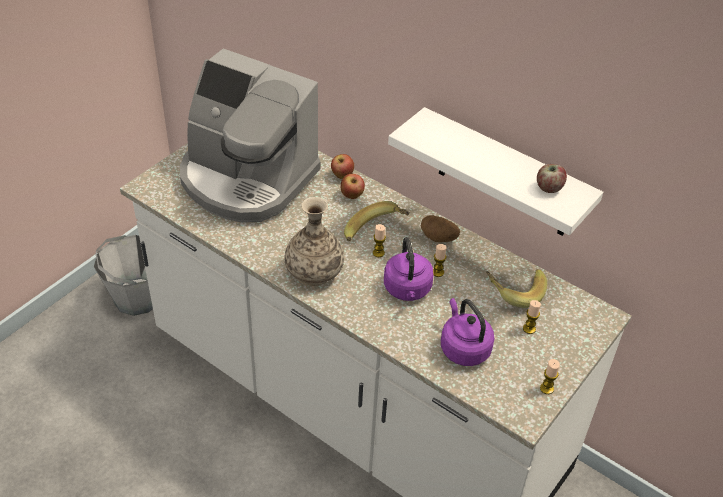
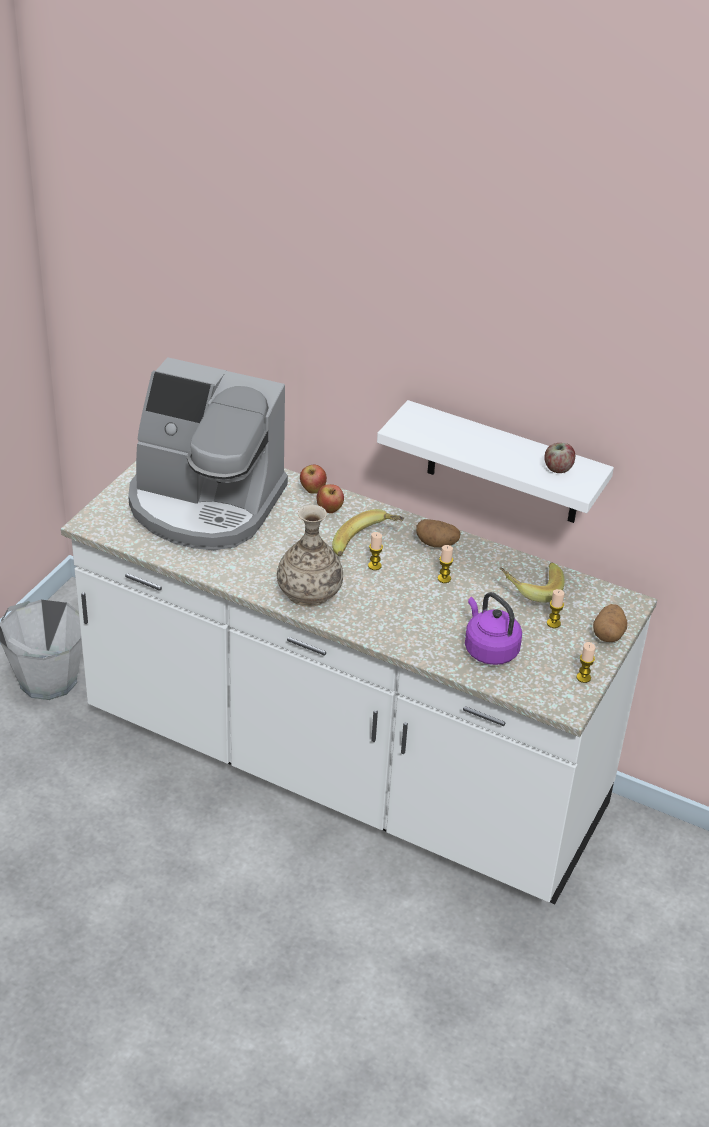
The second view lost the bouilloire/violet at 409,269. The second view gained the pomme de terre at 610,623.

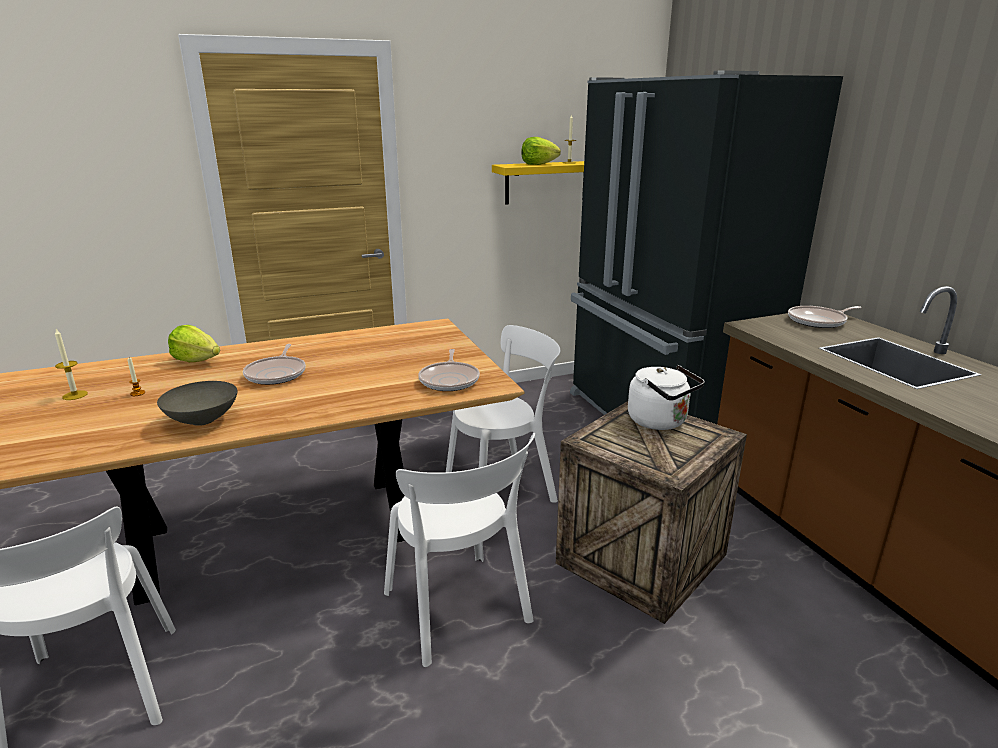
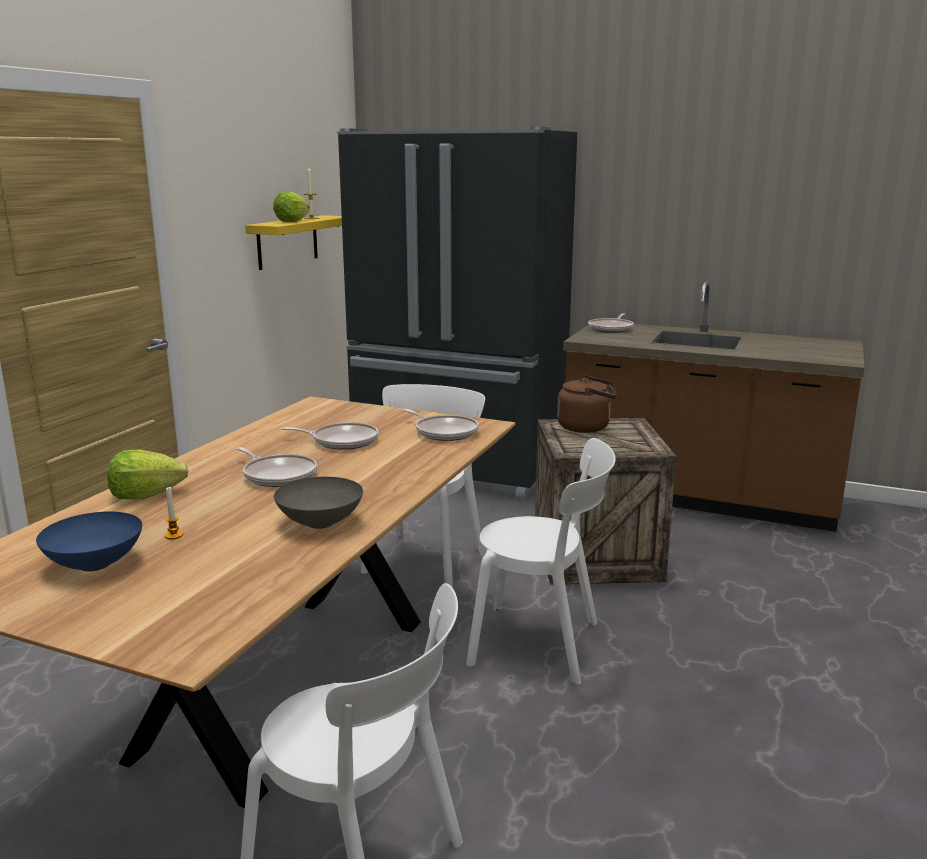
Where the bougie stood at 71,364, the bol/bleu came to stand at 89,541. What was the bouilloire/blanc at 666,397 turned into the bouilloire/marron at 587,404. The second view gained the poêle at 330,436.

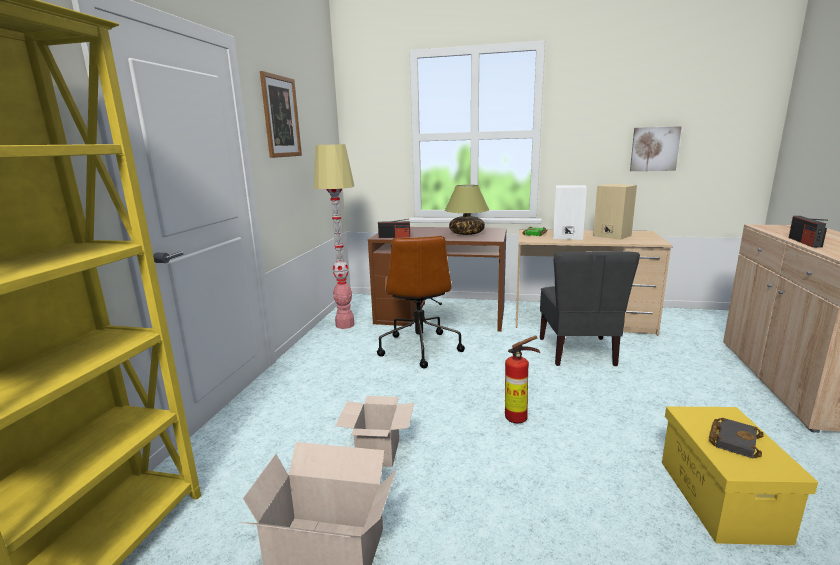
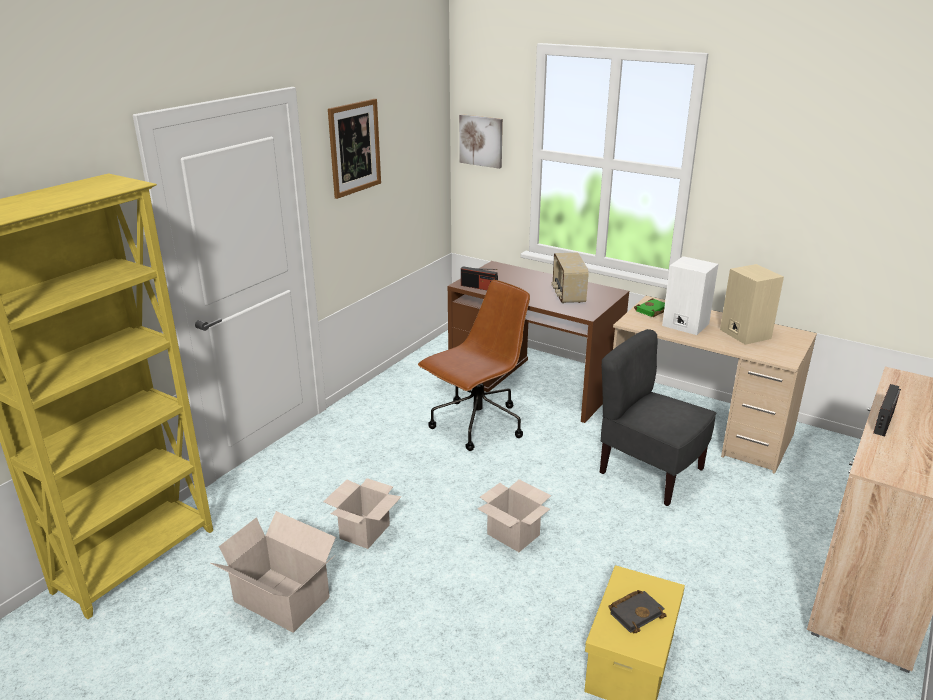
The second view lost the lampadaire at 334,236. The chaise de bureau/marron at 421,302 ended up facing another way, 150 degrees counterclockwise from before. Where the lampe de table stood at 467,210, the radio came to stand at 570,278. Where the extincteur stood at 522,379, the carton came to stand at 514,515. The chaise/gris at 590,308 ended up facing another way, 105 degrees clockwise from before. The tableau ended up elsewhere, having gone from 656,148 to 481,141.

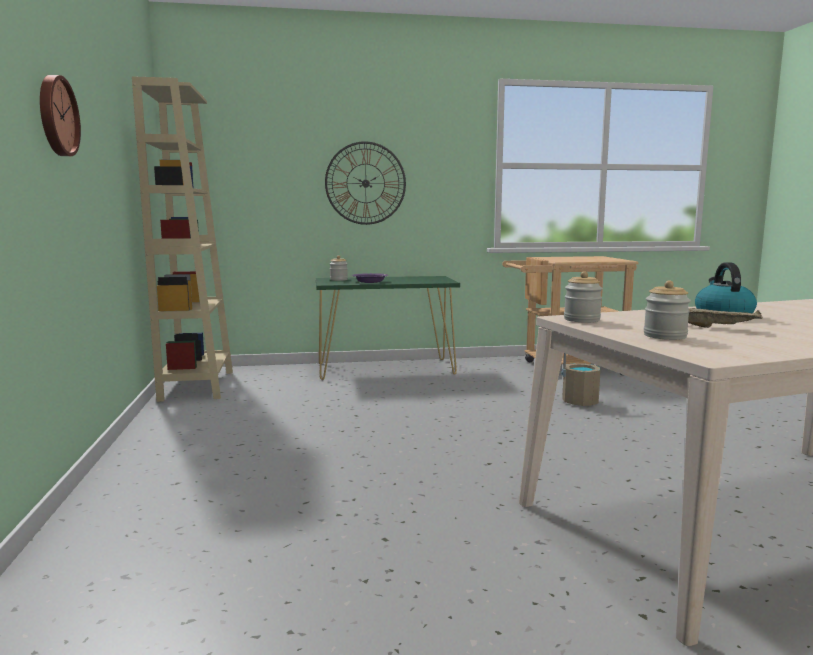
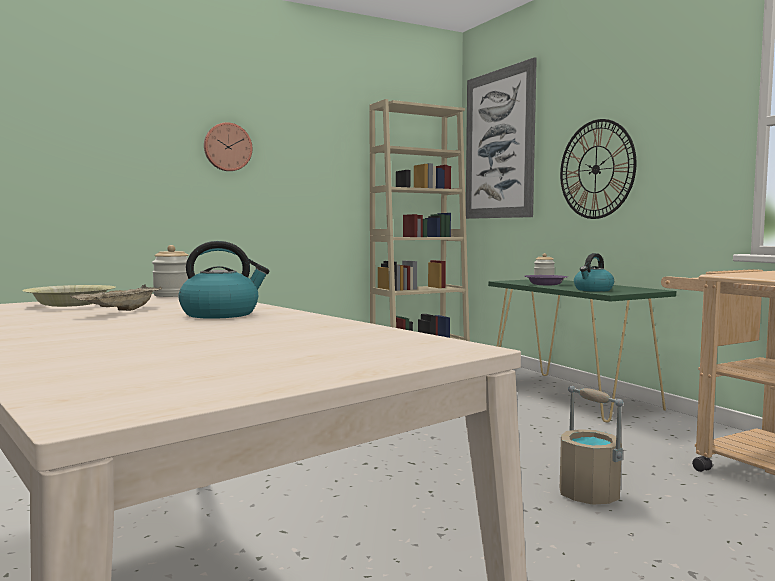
Where the bocal stood at 667,310, the bol/jaune came to stand at 69,296. The second view gained the tableau at 501,138. The second view gained the bouilloire at 594,272.

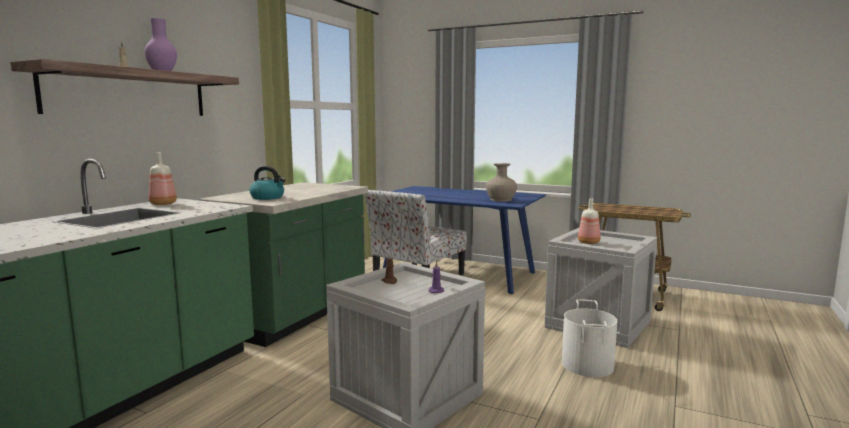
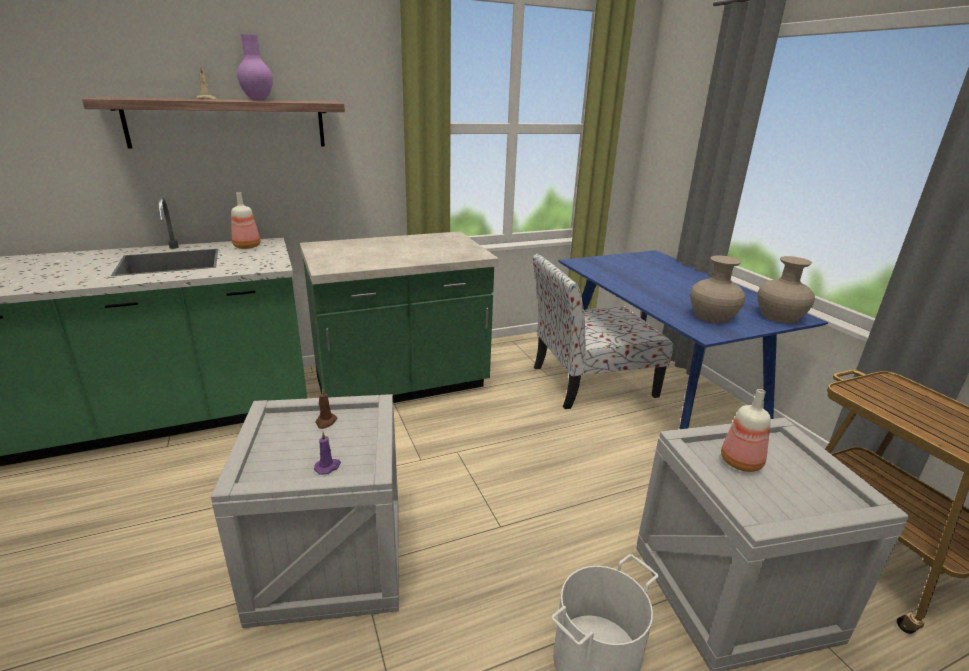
The second view lost the bouilloire at 268,183. The second view gained the vase/beige at 786,289.

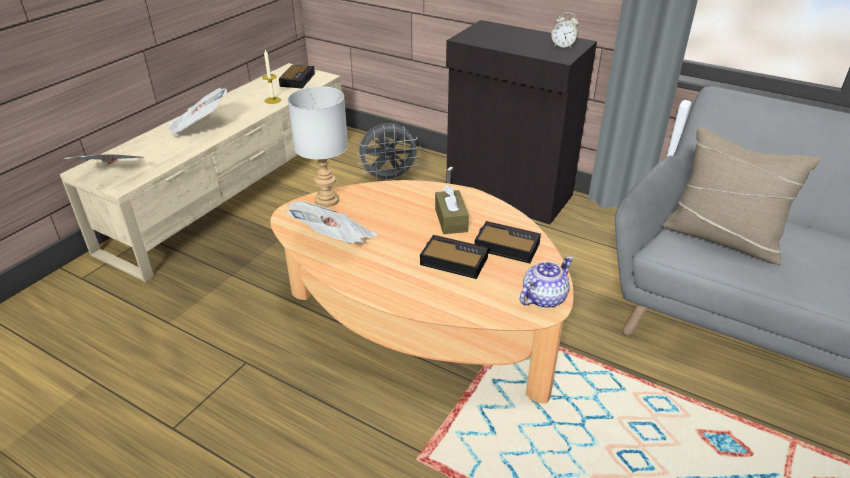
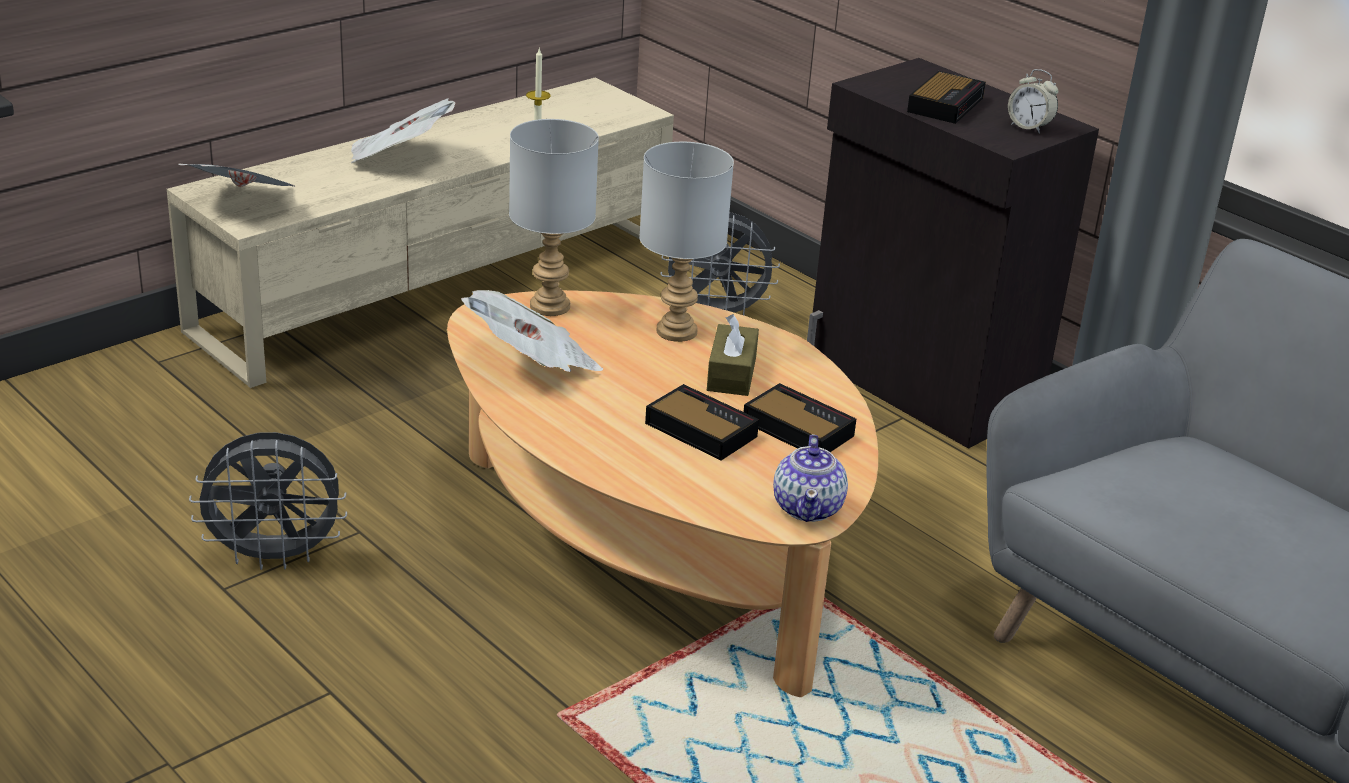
The réveil ended up elsewhere, having gone from 297,76 to 946,97. The théière at 546,282 ended up facing another way, 120 degrees clockwise from before. The second view lost the coussin/beige at 742,196. The second view gained the ventilateur/gris at 268,501. The second view gained the lampe de table/gris at 686,242.

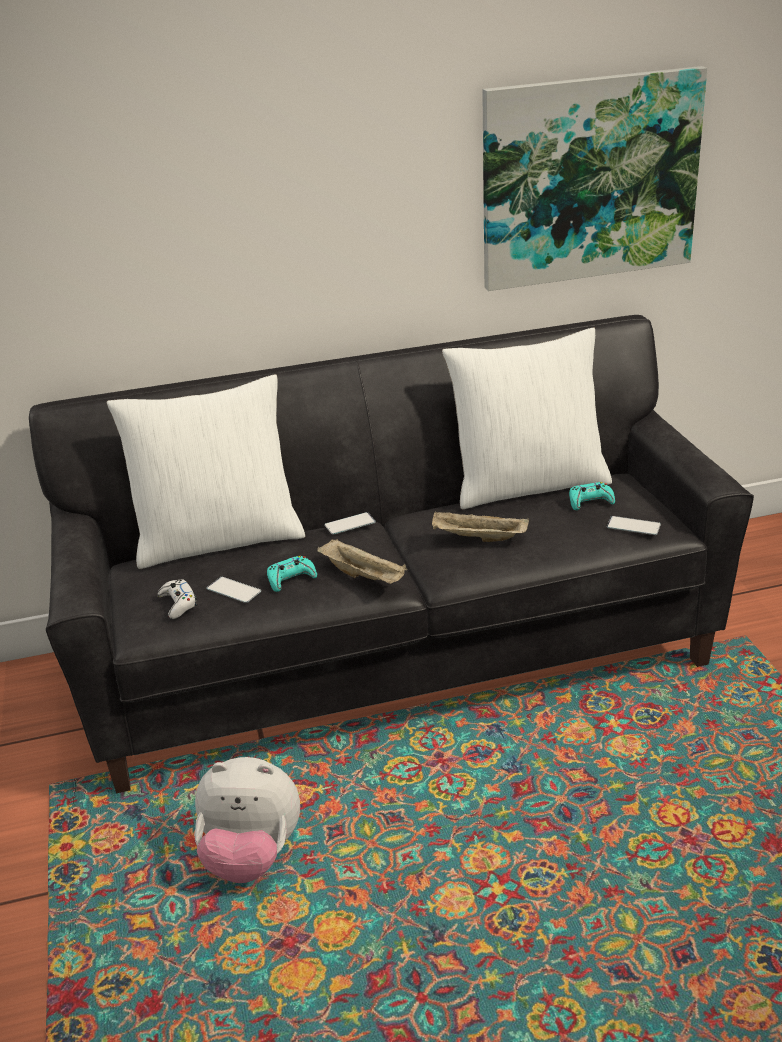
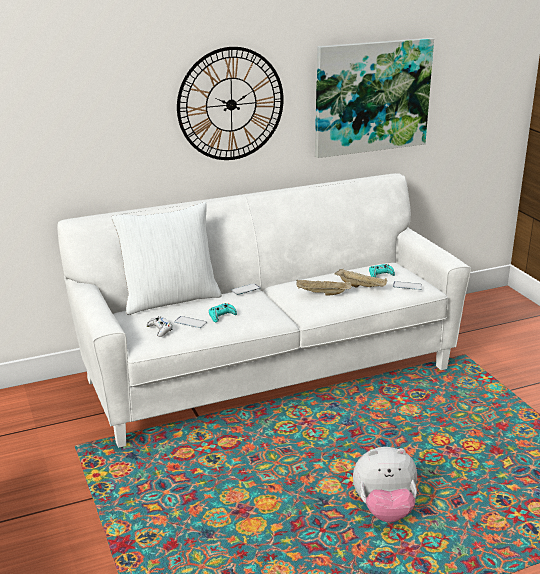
What was the canapé/noir at 391,554 turned into the canapé/blanc at 264,310. The peluche ended up elsewhere, having gone from 247,820 to 385,485. The plateau/beige ended up elsewhere, having gone from 362,561 to 361,278. The second view lost the coussin/blanc at 527,418. The second view gained the horloge murale at 230,103.

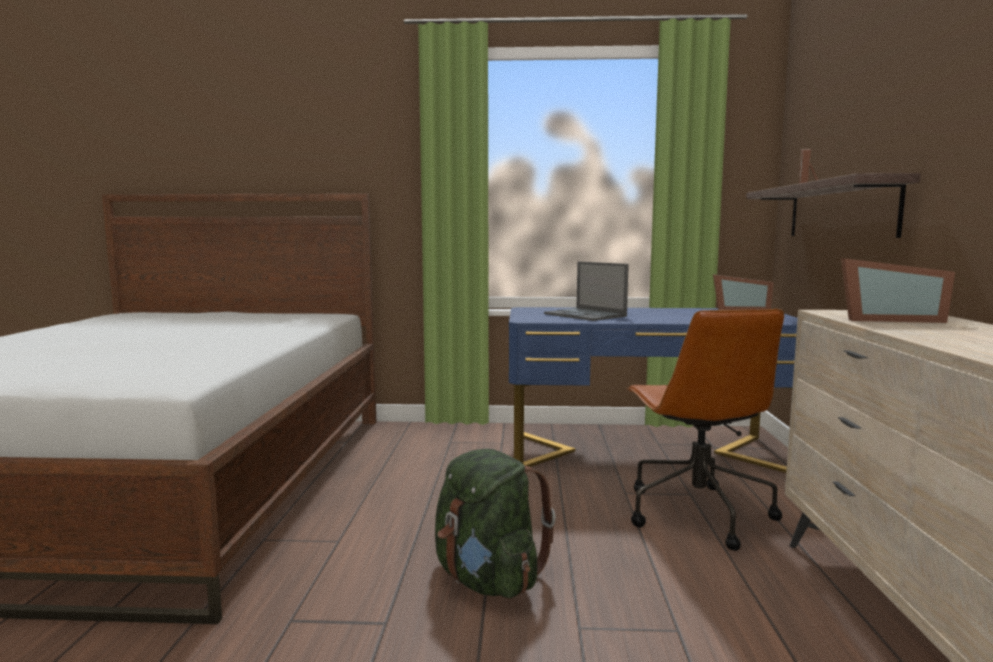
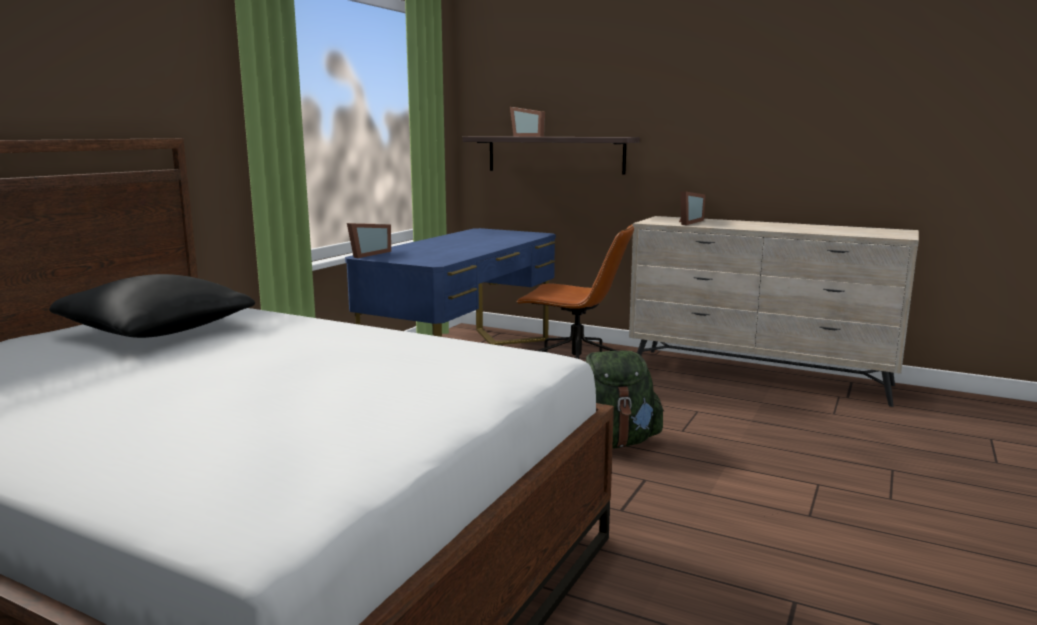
The second view lost the ordinateur portable at 586,291. The cadre photo ended up elsewhere, having gone from 743,292 to 369,240. The second view gained the coussin/noir at 152,306.

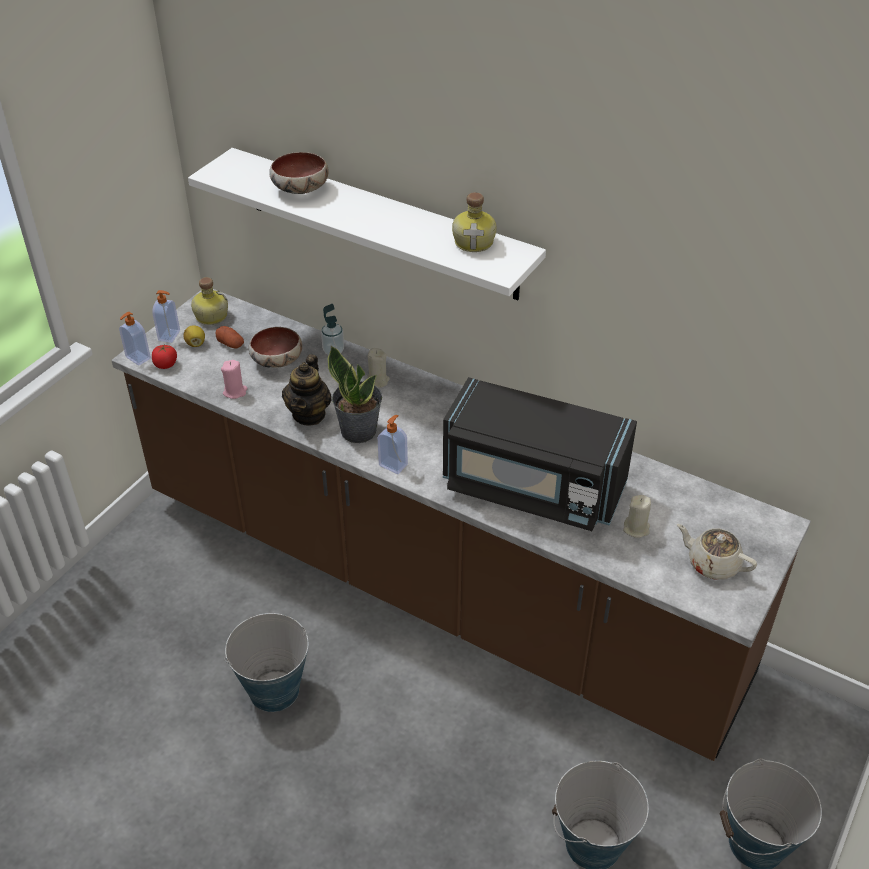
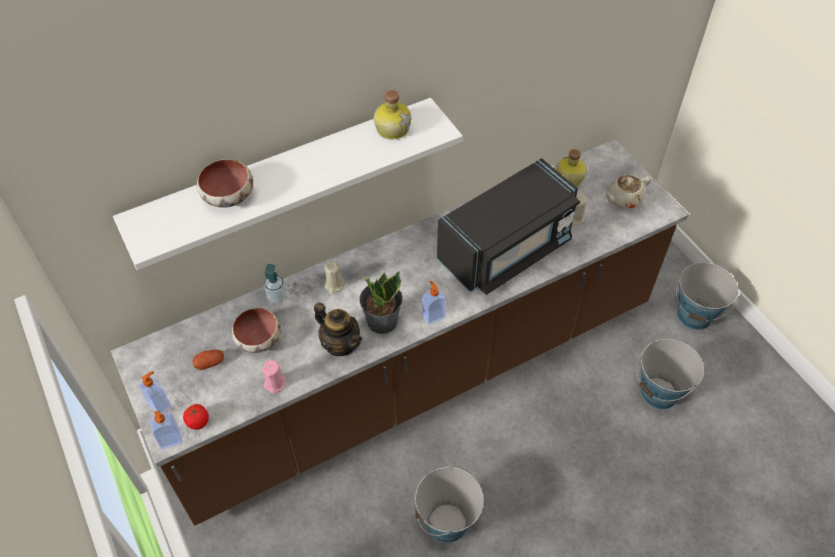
The second view lost the citron at 194,336. The bouteille ended up elsewhere, having gone from 209,301 to 571,168.

